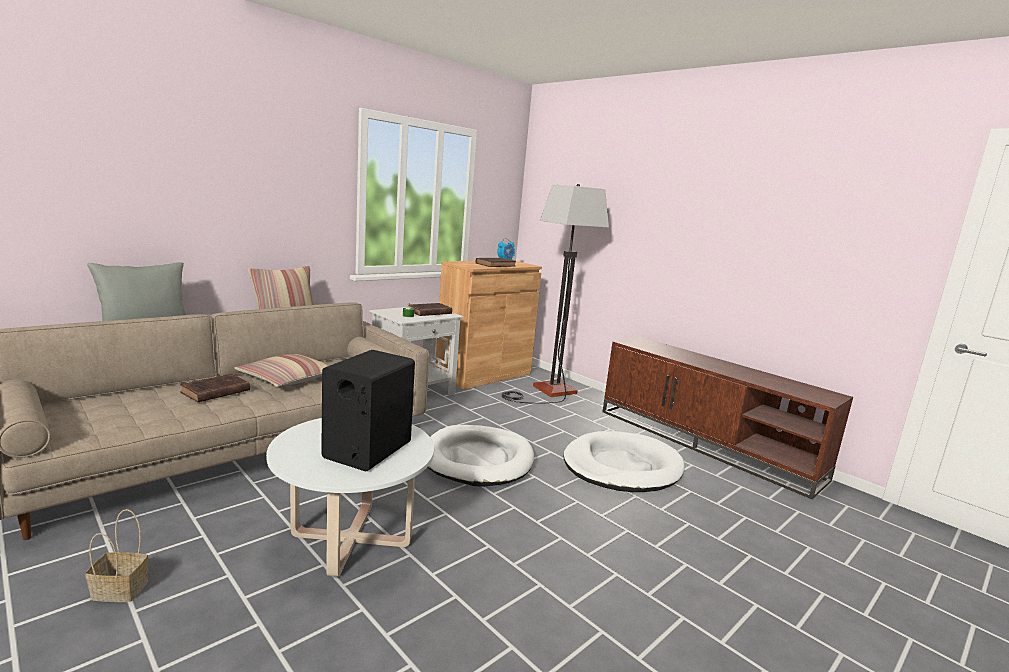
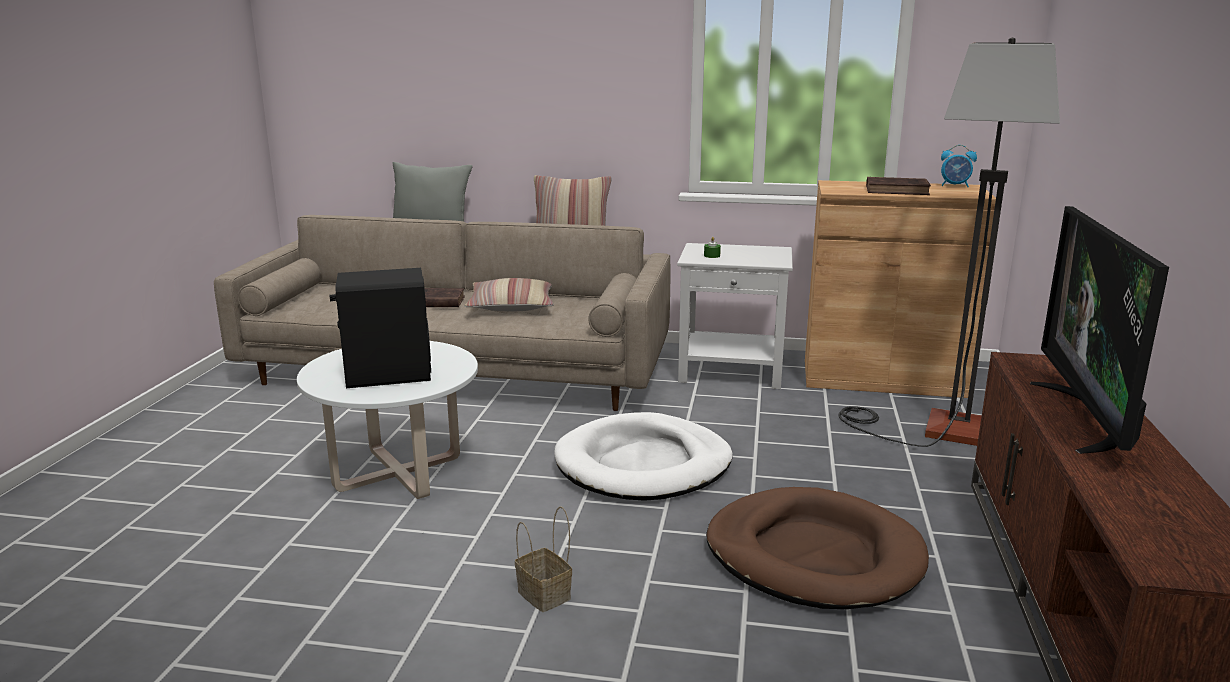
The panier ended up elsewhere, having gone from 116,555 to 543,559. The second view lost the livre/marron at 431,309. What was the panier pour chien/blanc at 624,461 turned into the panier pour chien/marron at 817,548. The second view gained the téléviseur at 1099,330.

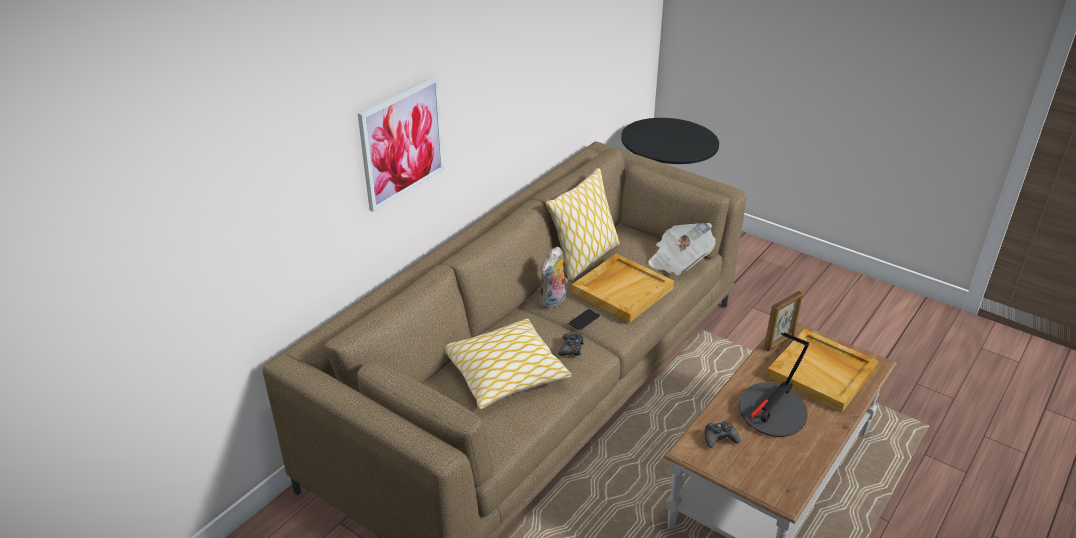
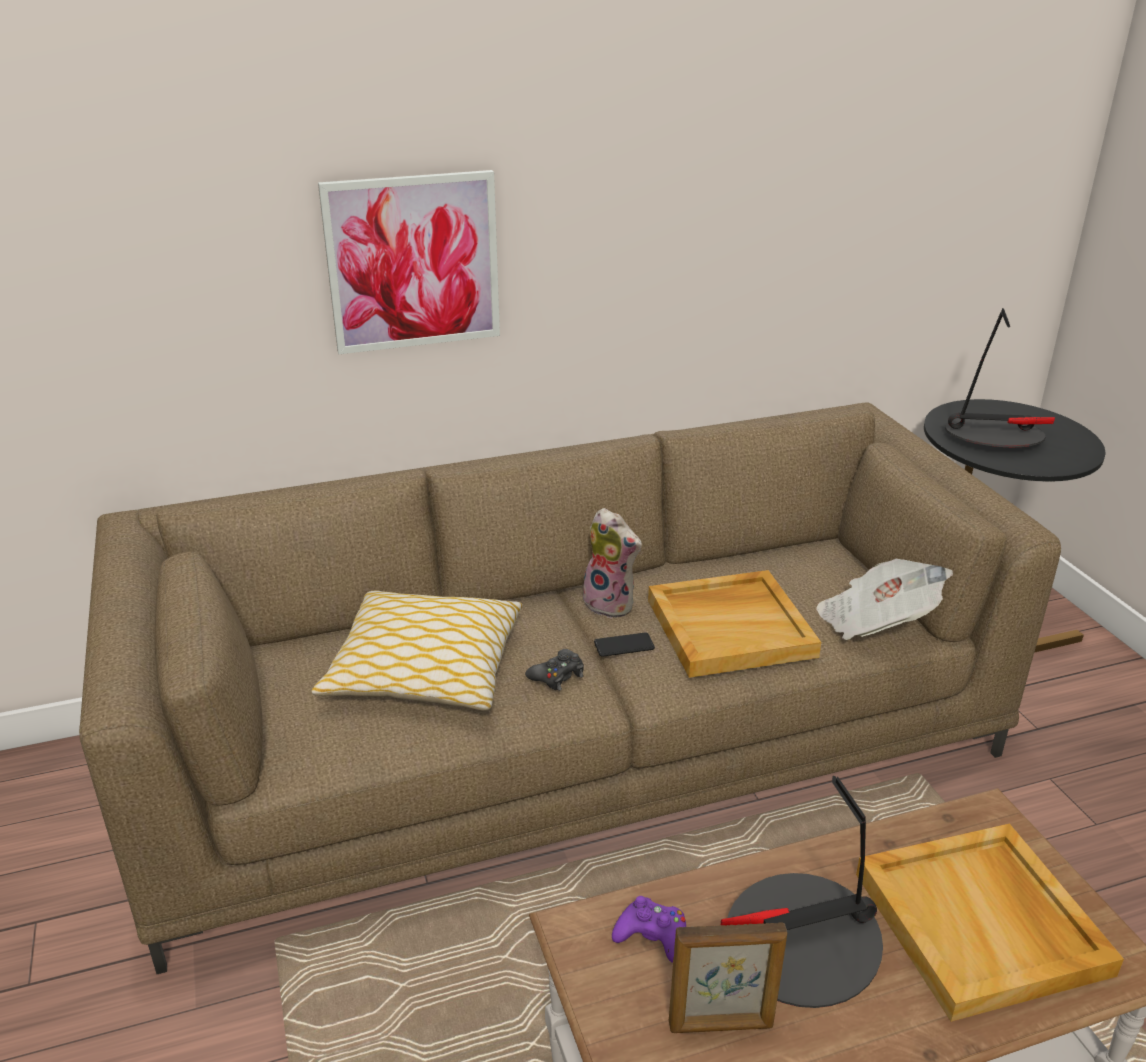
The peluche at 553,277 ended up facing another way, 120 degrees counterclockwise from before. The second view lost the coussin at 583,224. What was the manette/noir at 722,434 turned into the manette/violet at 649,929. The cadre photo ended up elsewhere, having gone from 783,321 to 728,977. The second view gained the lampe de table at 1000,377.

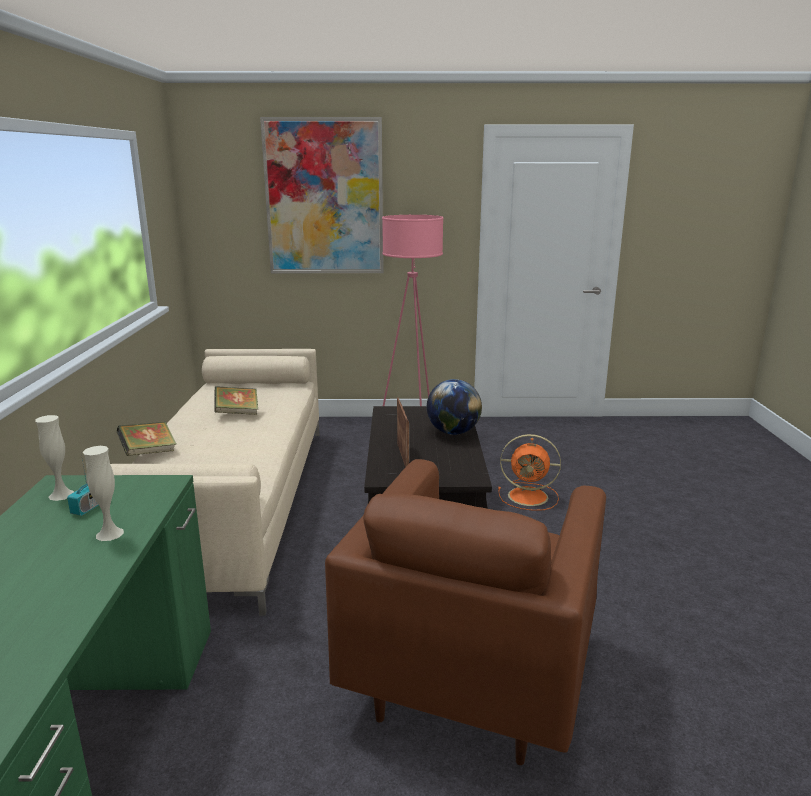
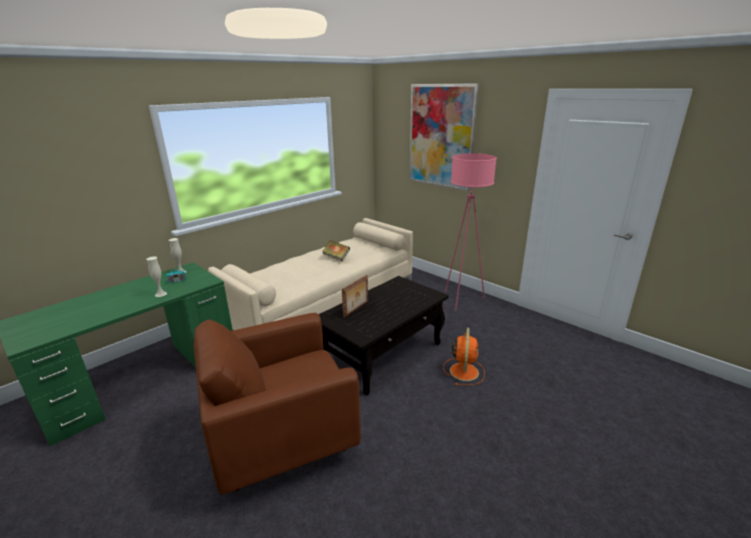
The second view lost the livre at 147,439. The second view lost the globe at 454,407. The ventilateur/orange at 529,472 ended up facing another way, 135 degrees counterclockwise from before.

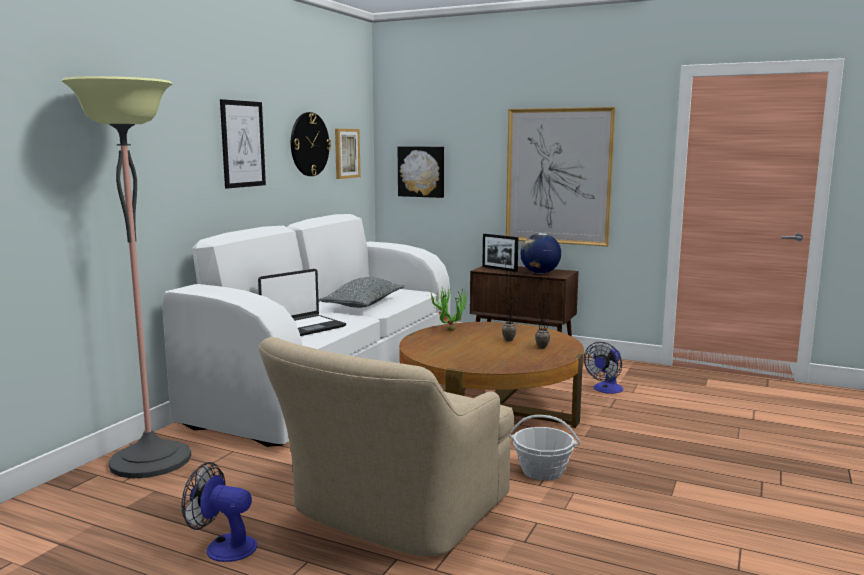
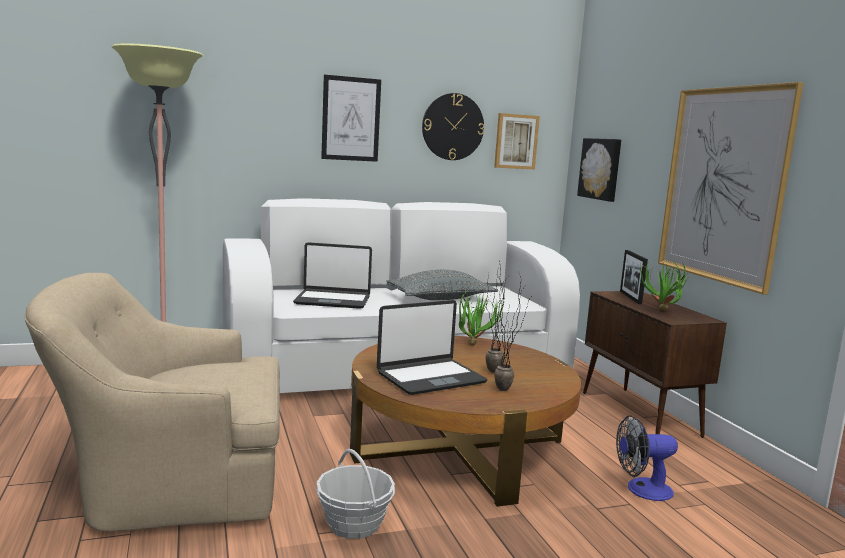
The second view lost the ventilateur at 219,512. Where the globe stood at 541,253, the plante en pot came to stand at 664,287. The second view gained the ordinateur portable at 432,347.

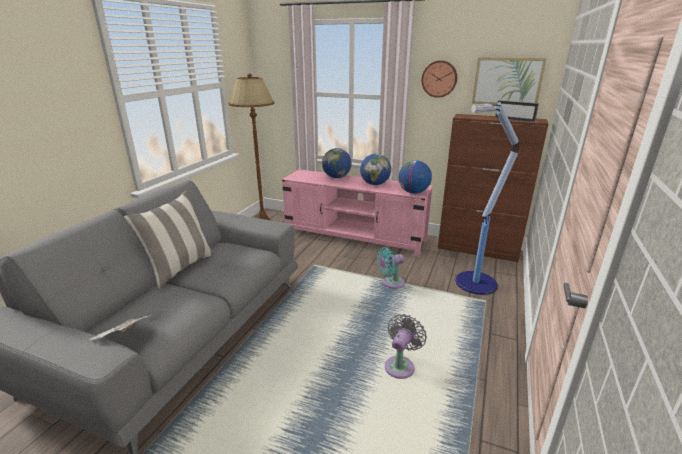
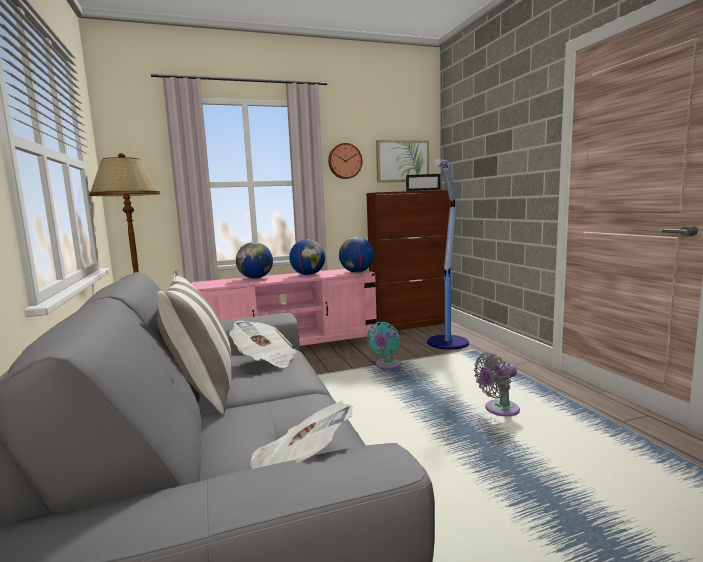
The ventilateur/gris at 406,346 ended up facing another way, 105 degrees counterclockwise from before. The second view gained the journal at 263,344.

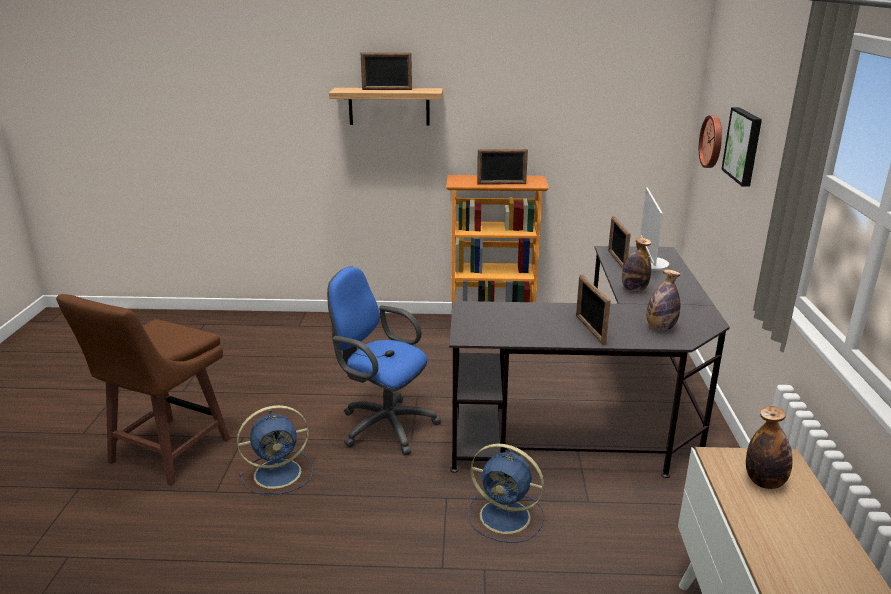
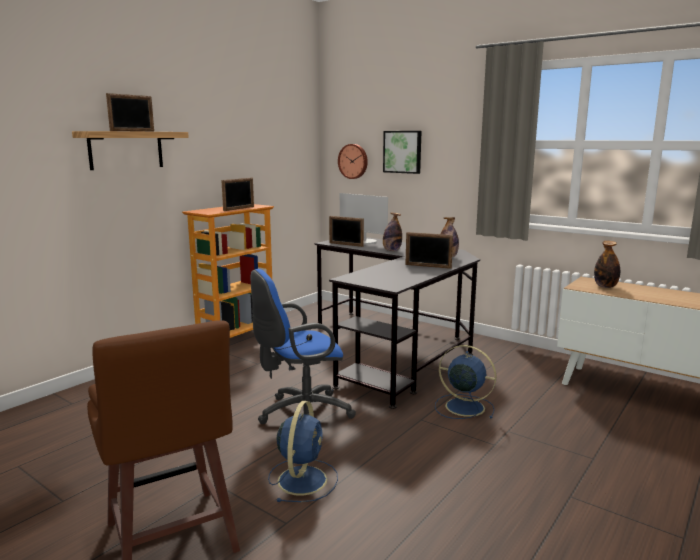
The ventilateur/bleu at 506,493 ended up facing another way, 120 degrees counterclockwise from before.

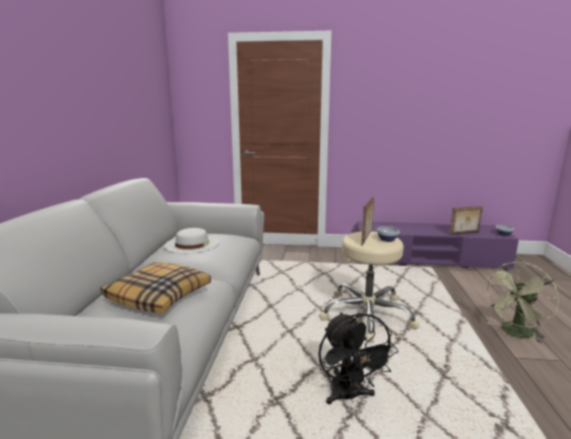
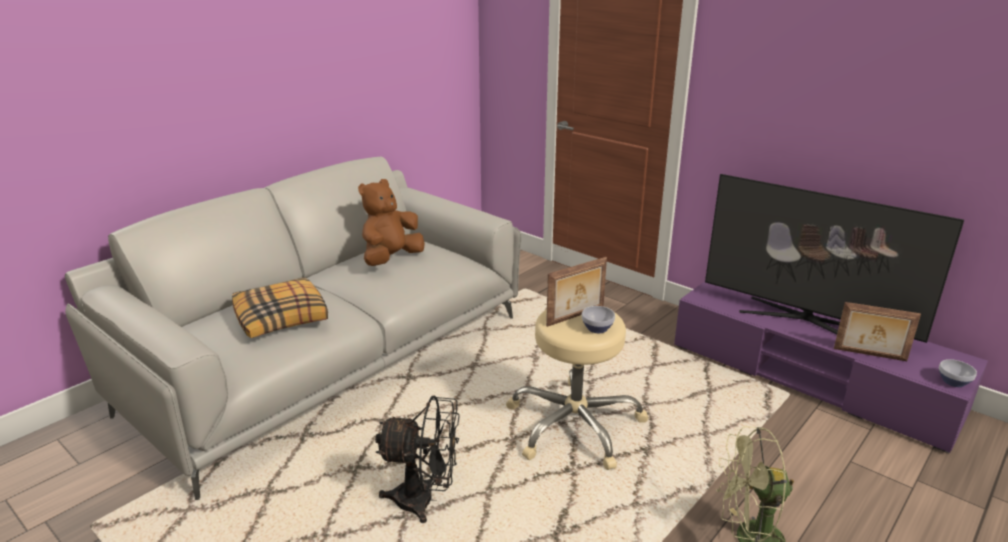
Where the chapeau/blanc stood at 191,240, the peluche/marron came to stand at 391,222. The ventilateur/noir at 358,358 ended up facing another way, 105 degrees counterclockwise from before. The second view gained the téléviseur at 834,258.

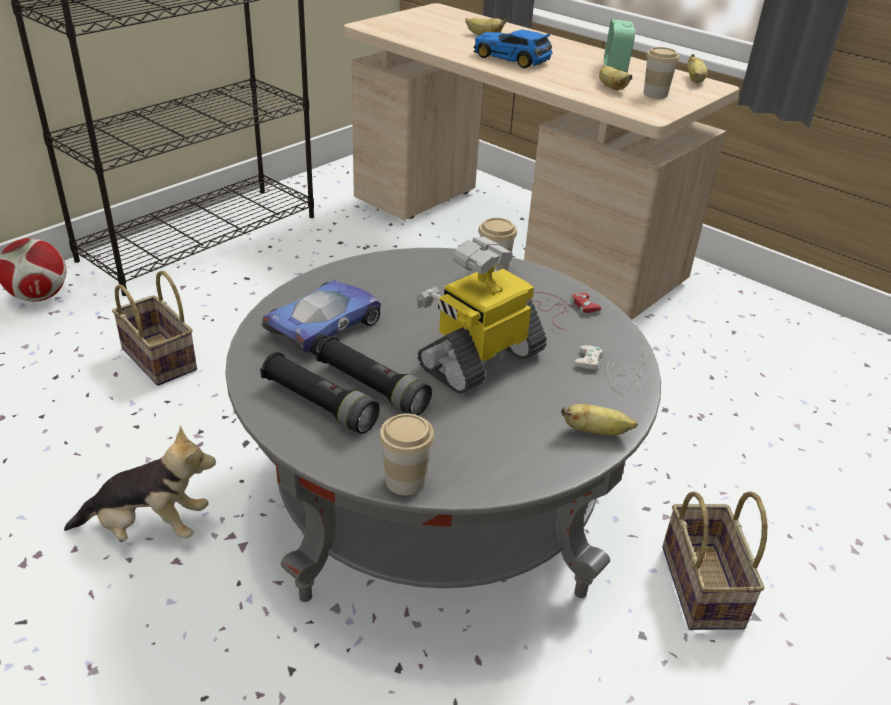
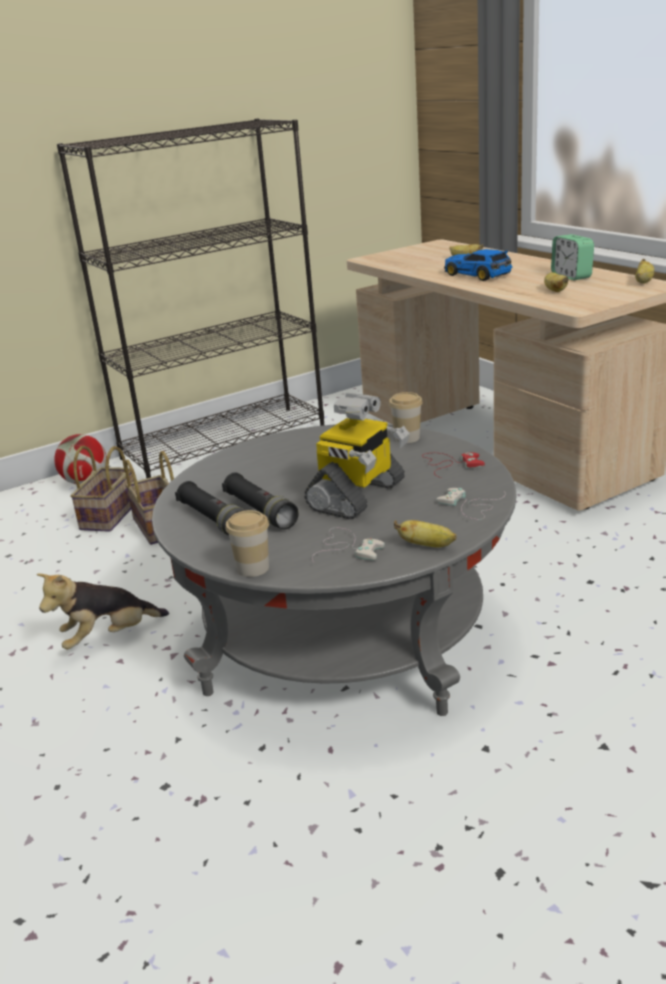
The peluche at 140,483 ended up facing another way, 135 degrees clockwise from before. The second view lost the petite voiture at 321,317. The robot jouet at 481,315 ended up facing another way, 150 degrees clockwise from before. The réveil at 619,45 ended up facing another way, 45 degrees counterclockwise from before. The second view lost the tasse at 661,72. The panier ended up elsewhere, having gone from 715,560 to 102,489. The second view gained the manette/blanc at 348,545.

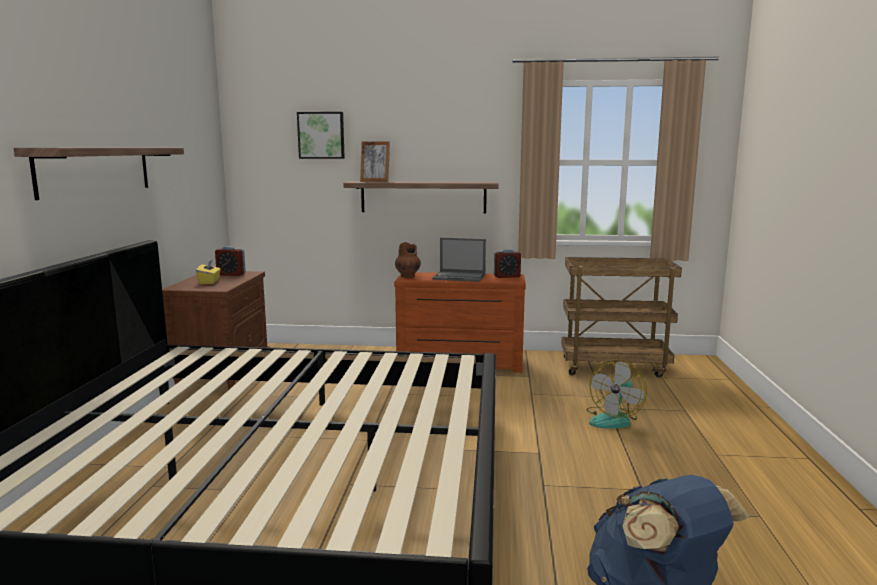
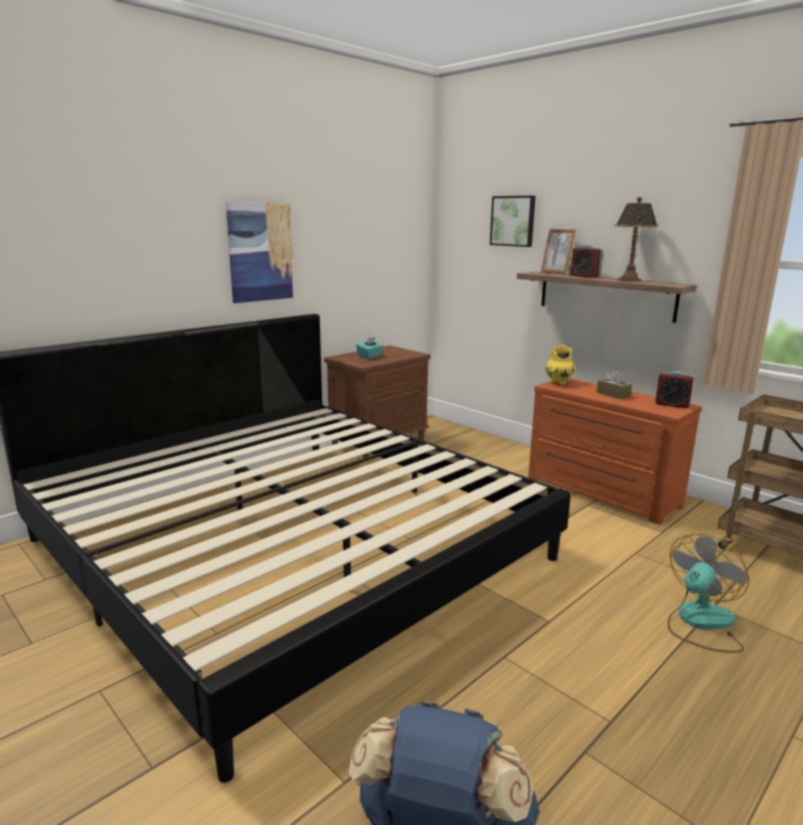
Where the étagère hung at 99,174, the tableau came to hang at 260,252. What was the boîte à mouchoirs/jaune at 208,272 turned into the boîte à mouchoirs/turquoise at 369,348. The réveil ended up elsewhere, having gone from 230,261 to 587,261. What was the vase/marron at 408,260 turned into the vase/jaune at 560,365. Where the ordinateur portable stood at 459,260, the boîte à mouchoirs/marron came to stand at 614,384. The ventilateur at 617,394 ended up facing another way, 150 degrees clockwise from before. The second view gained the lampe de table at 636,239.

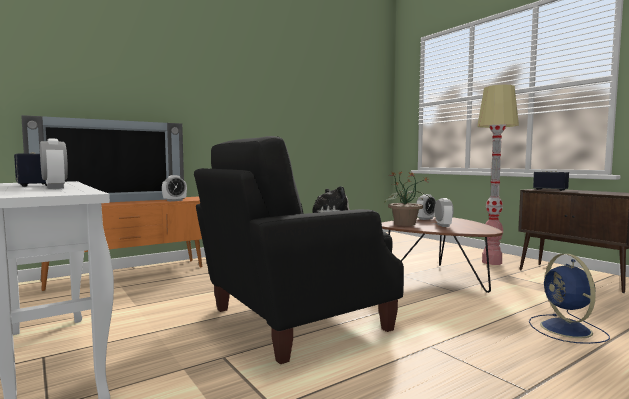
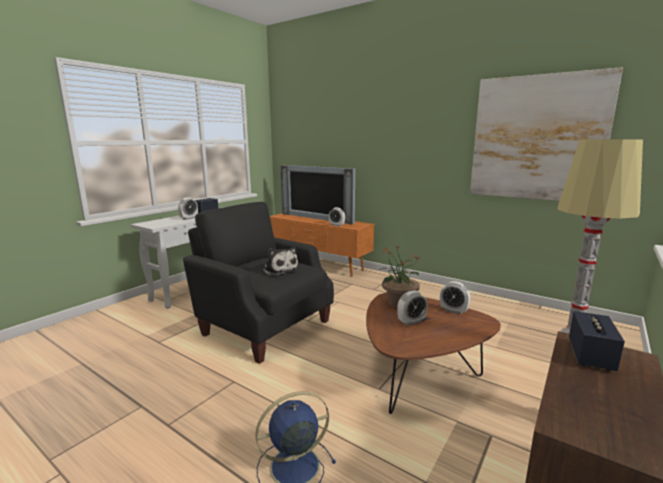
The second view gained the tableau at 546,134.

